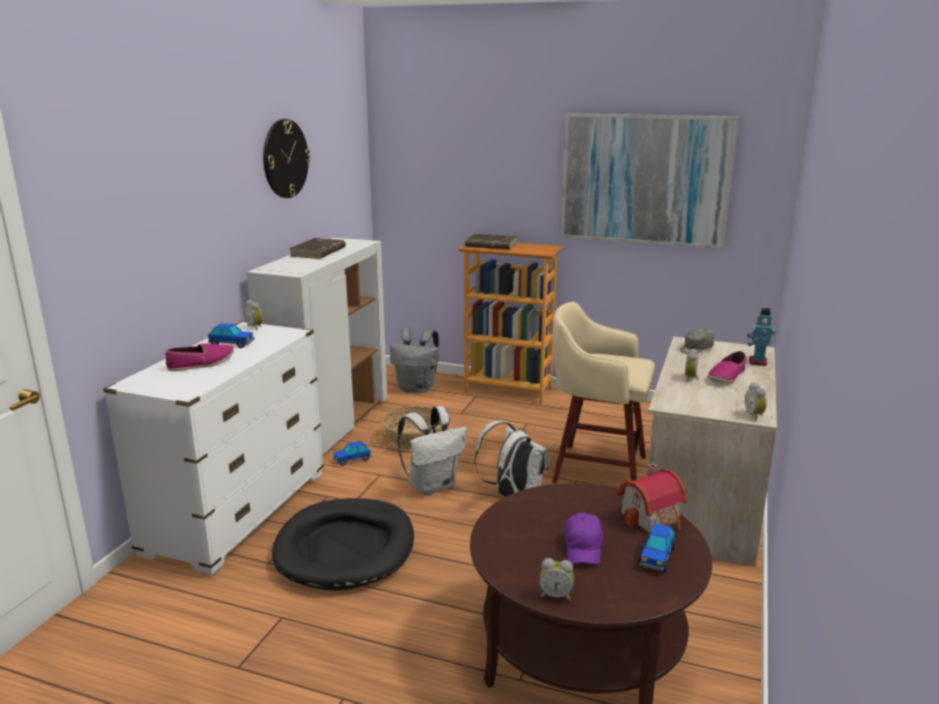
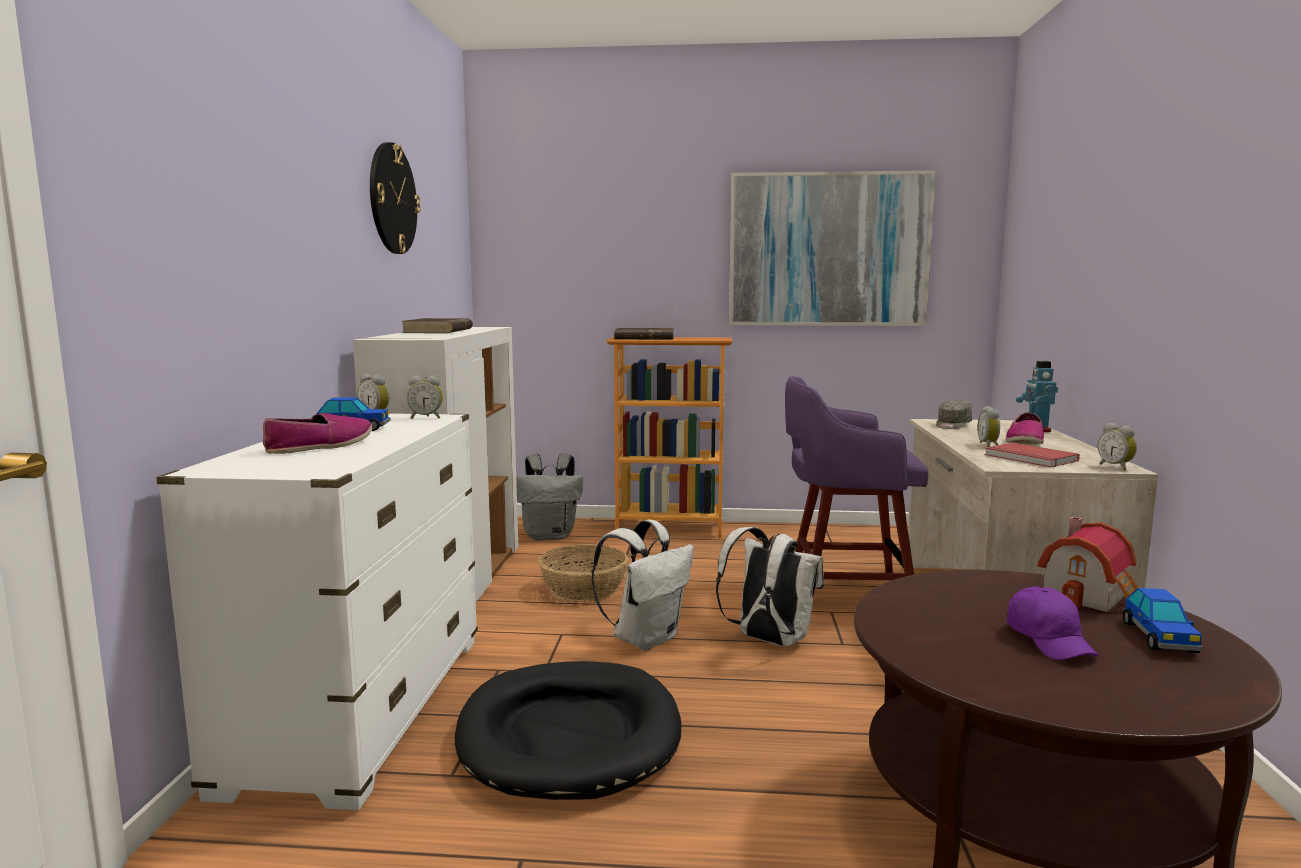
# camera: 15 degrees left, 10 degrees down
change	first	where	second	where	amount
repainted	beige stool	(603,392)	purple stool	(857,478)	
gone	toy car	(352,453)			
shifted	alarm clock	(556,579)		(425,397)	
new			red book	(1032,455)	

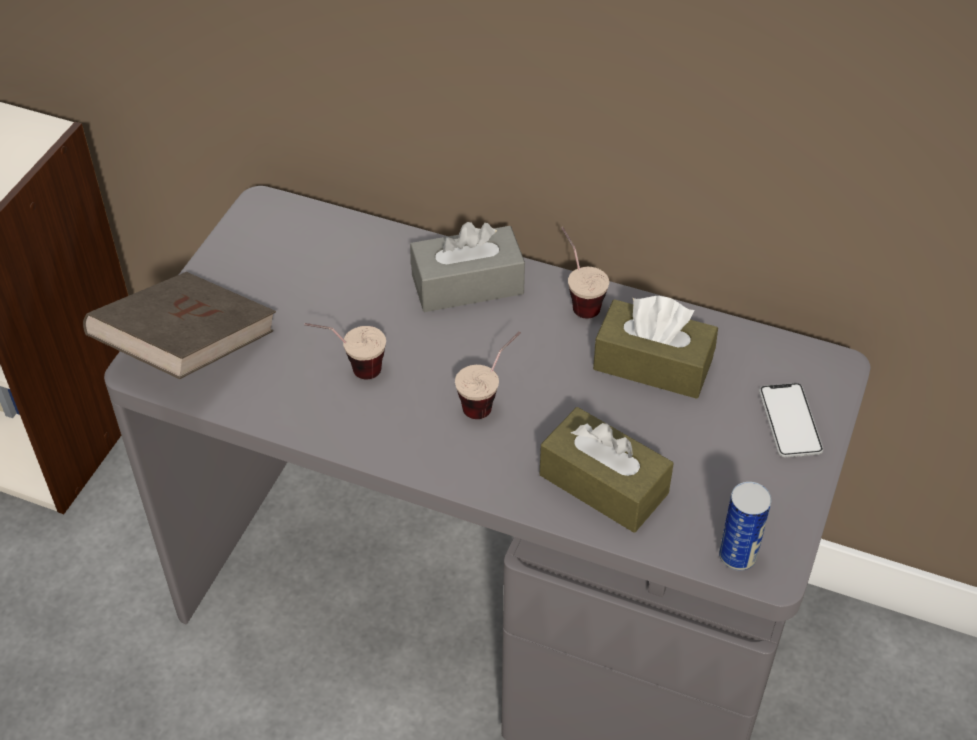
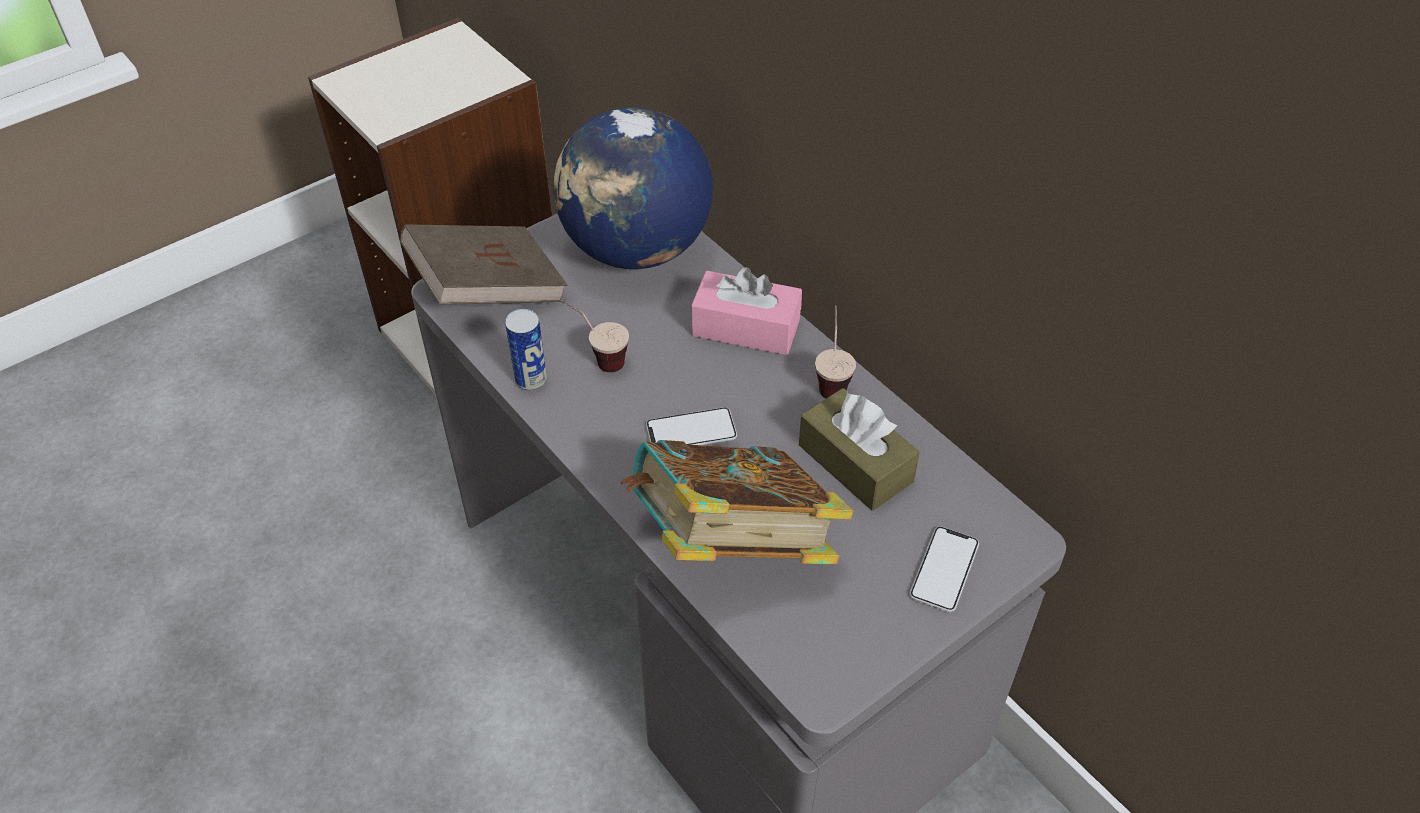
# camera: 30 degrees right, 0 degrees up
change	first	where	second	where	amount
repainted	grey tissue box	(467,267)	pink tissue box	(746,311)	
swapped	cup	(488,375)	phone	(691,426)	
swapped	brown tissue box	(607,470)	book	(736,502)	
shifted	can	(745,526)		(526,350)	
new			globe	(633,188)	

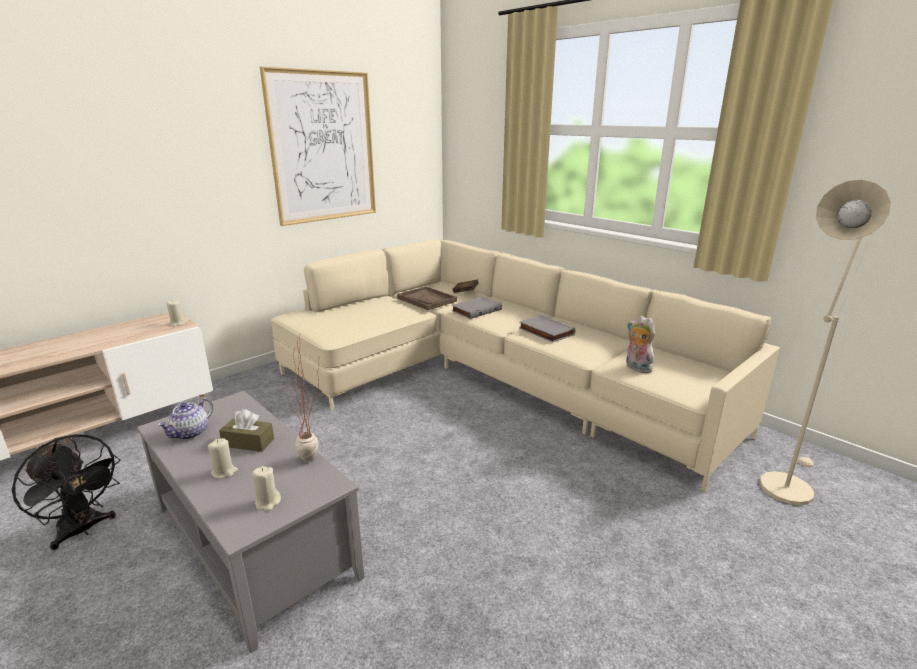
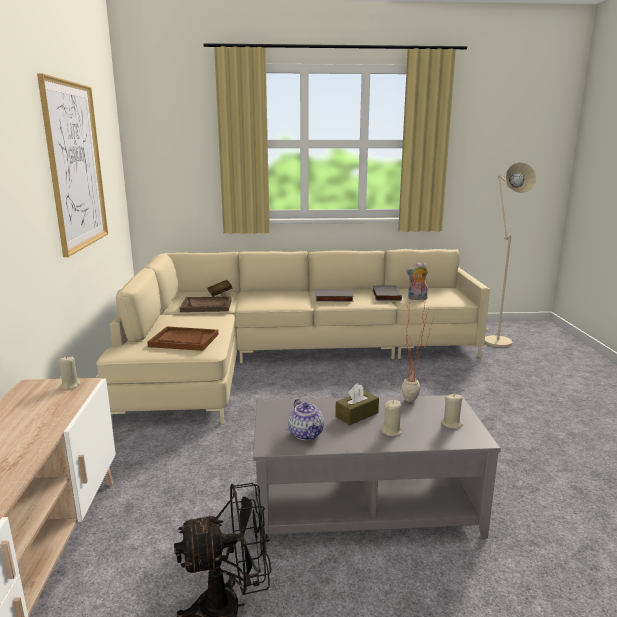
# camera: 50 degrees left, 5 degrees down
change	first	where	second	where	amount
shifted	grey book	(477,308)		(387,293)	
new			brown tray	(183,338)	

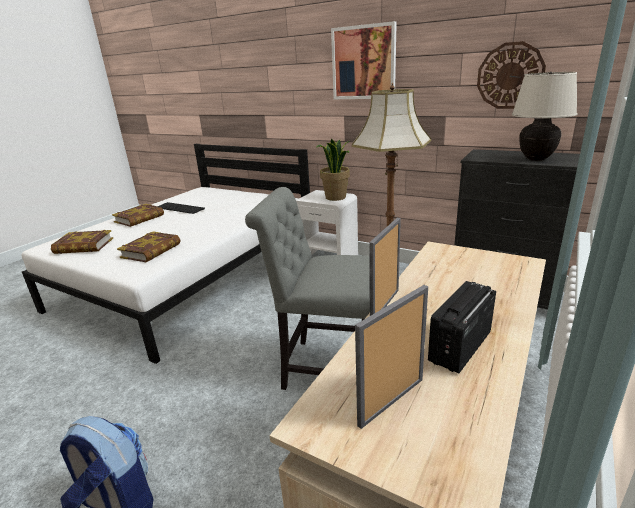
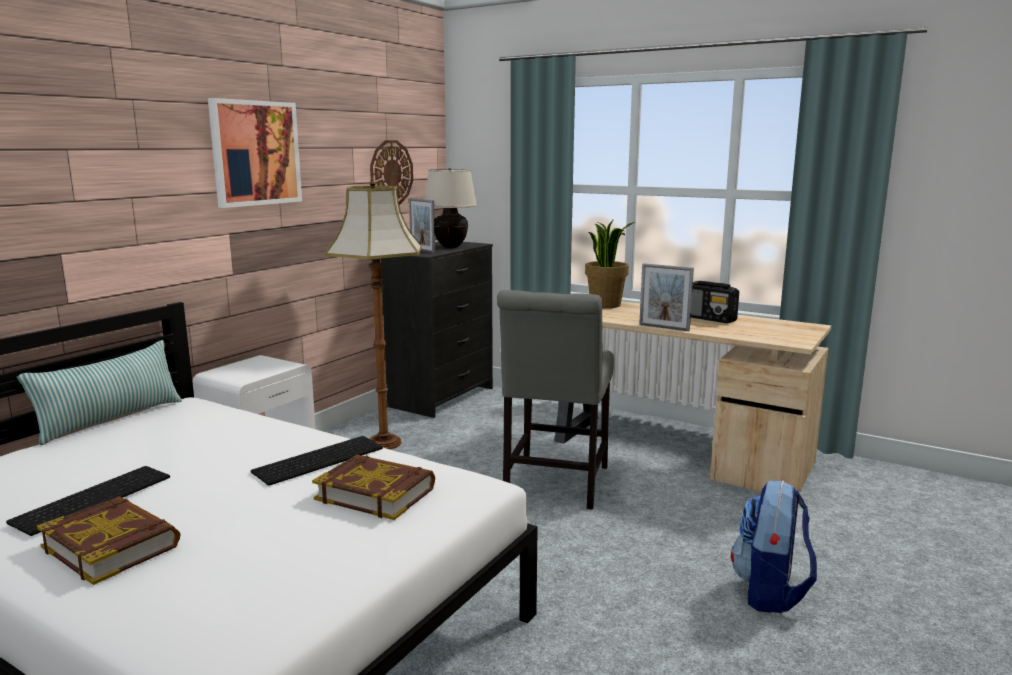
# camera: 90 degrees left, 10 degrees down
change	first	where	second	where	amount
shifted	potted plant	(333,170)		(610,263)	
gone	book	(82,242)			
shifted	picture frame	(391,357)		(422,225)	
new			pillow	(99,392)	
new			keyboard	(317,461)	

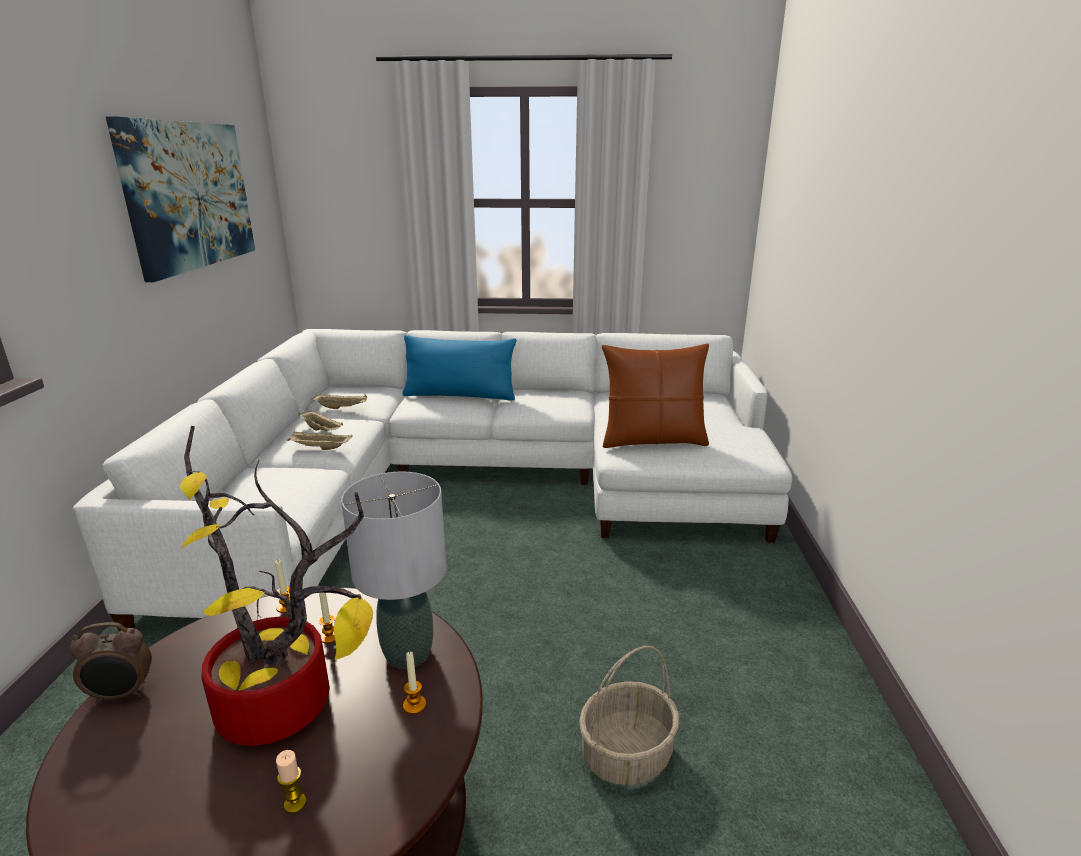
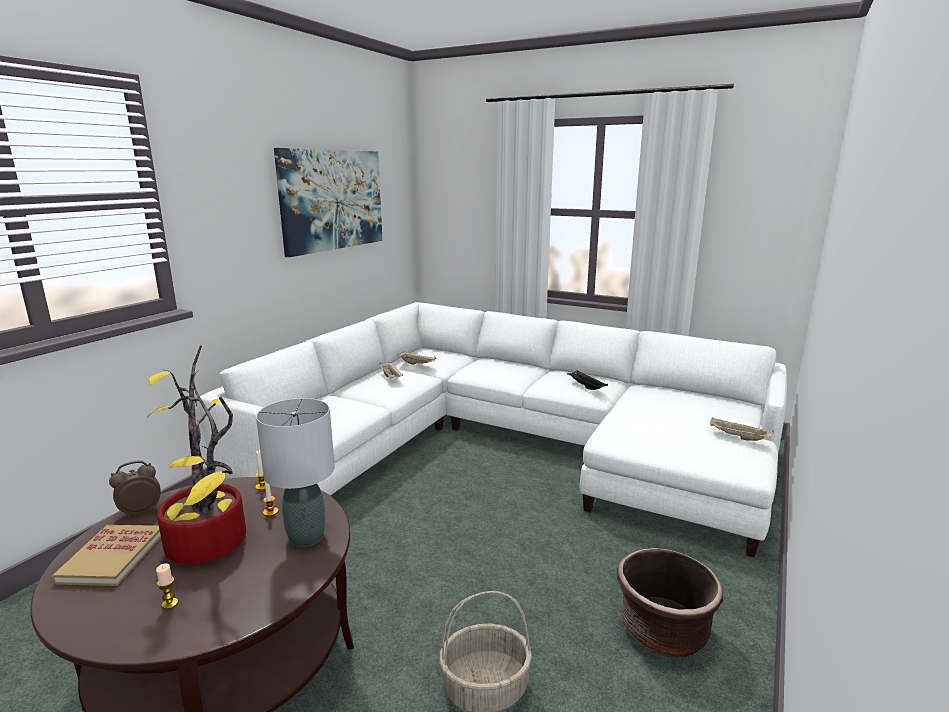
# camera: 25 degrees right, 5 degrees down
change	first	where	second	where	amount
gone	blue pillow	(459,368)			
gone	brown pillow	(655,396)			
shifted	beige tray	(319,441)		(742,429)	
rotated	alarm clock	(111,662)		(135,489)	135 degrees clockwise
gone	candle	(414,683)			
new			black tray	(587,380)	
new			book	(106,555)	
new			brown planter	(670,602)	

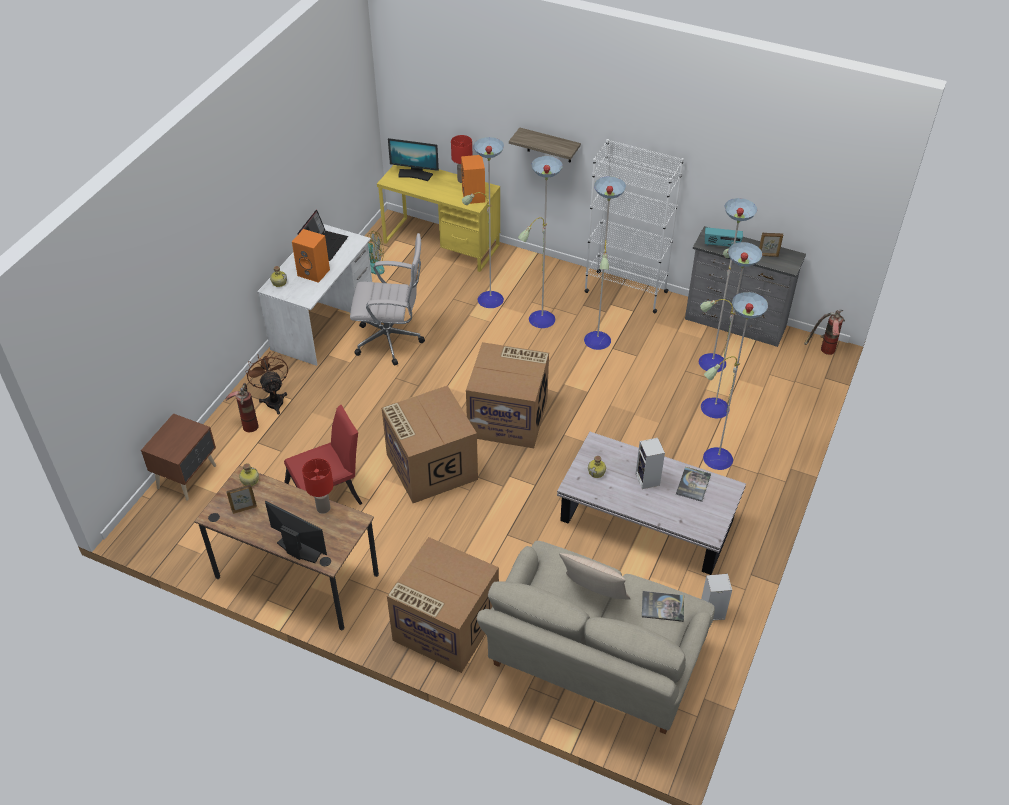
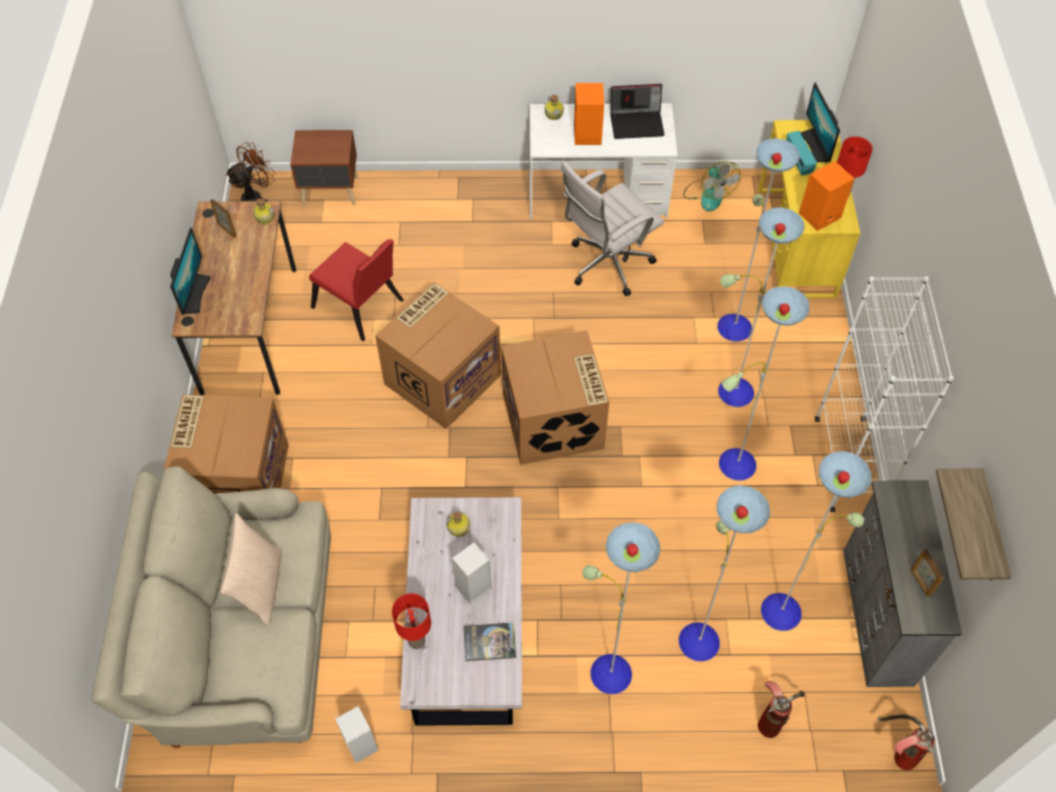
# camera: 65 degrees right, 10 degrees up
change	first	where	second	where	amount
shifted	shelf	(545,145)		(973,524)	
shifted	radio	(724,237)		(801,153)	
rotated	white office chair	(387,299)		(612,228)	75 degrees clockwise
shifted	brown fan	(266,383)		(250,171)	
shifted	fire extinguisher	(242,407)		(781,709)	
shifted	red table lamp	(318,486)		(411,621)	
gone	book	(663,606)			

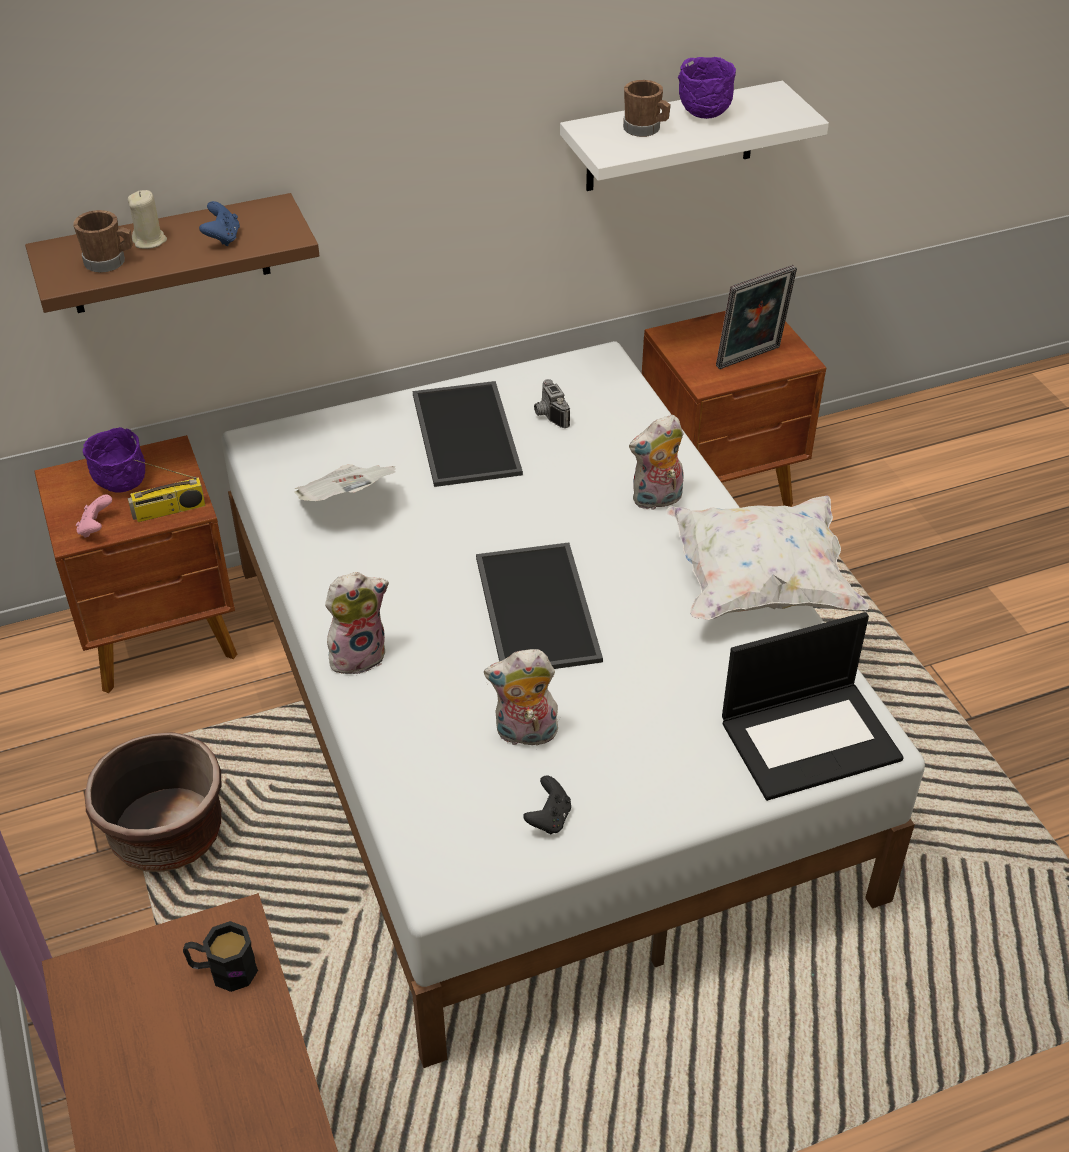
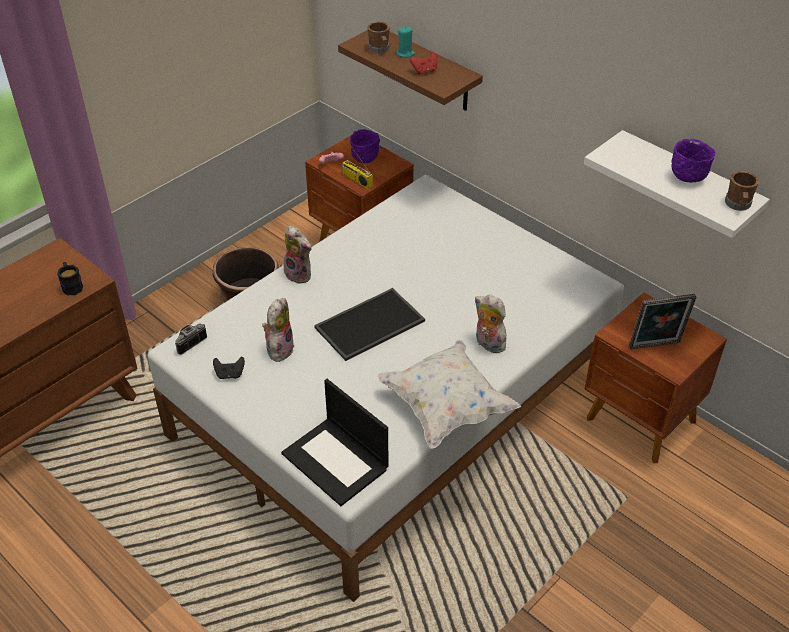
# camera: 65 degrees right, 0 degrees up
change	first	where	second	where	amount
shifted	brown mug	(647,108)		(742,191)	
repainted	beige candle	(147,219)	turquoise candle	(405,42)	
repainted	blue game controller	(219,223)	red game controller	(423,63)	
rotated	picture frame	(756,317)		(662,321)	45 degrees counterclockwise
shifted	photo camera	(552,403)		(191,339)	
gone	tray	(468,434)			
gone	newspaper	(345,482)			
rotated	plush toy	(521,699)		(278,330)	45 degrees clockwise

